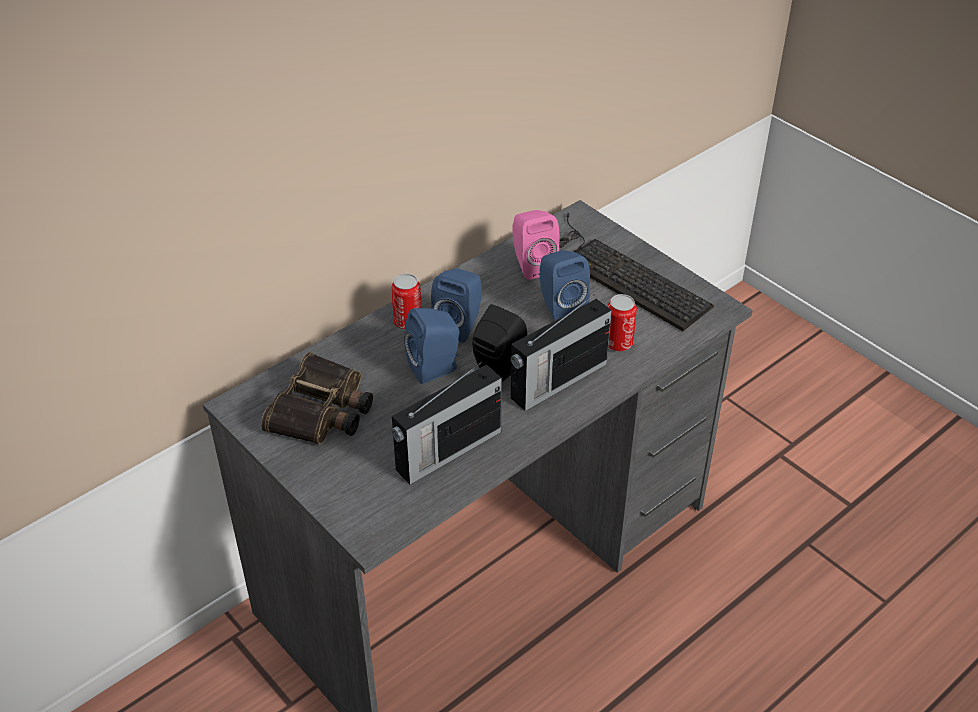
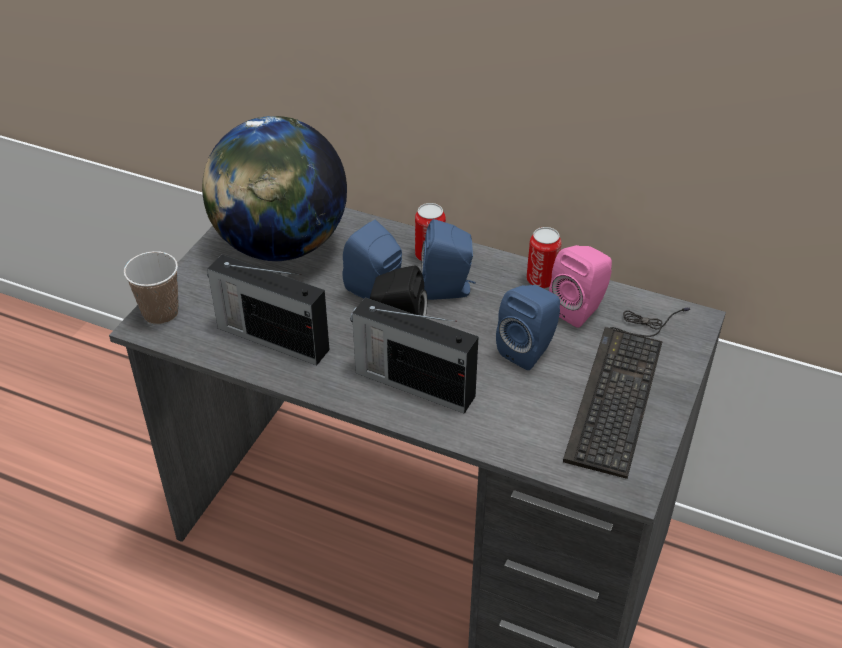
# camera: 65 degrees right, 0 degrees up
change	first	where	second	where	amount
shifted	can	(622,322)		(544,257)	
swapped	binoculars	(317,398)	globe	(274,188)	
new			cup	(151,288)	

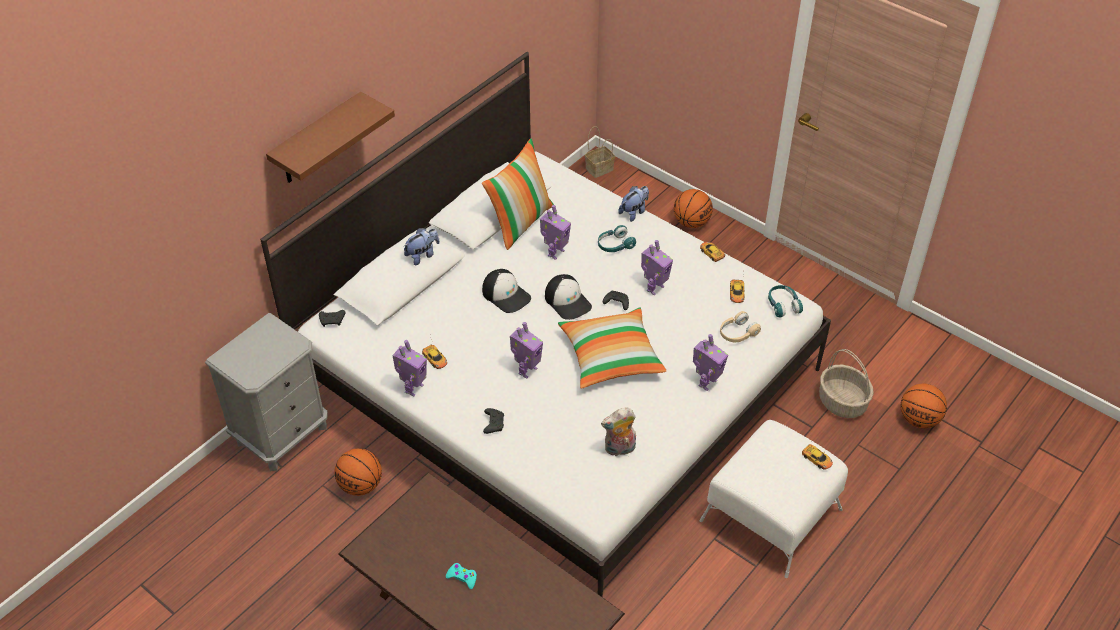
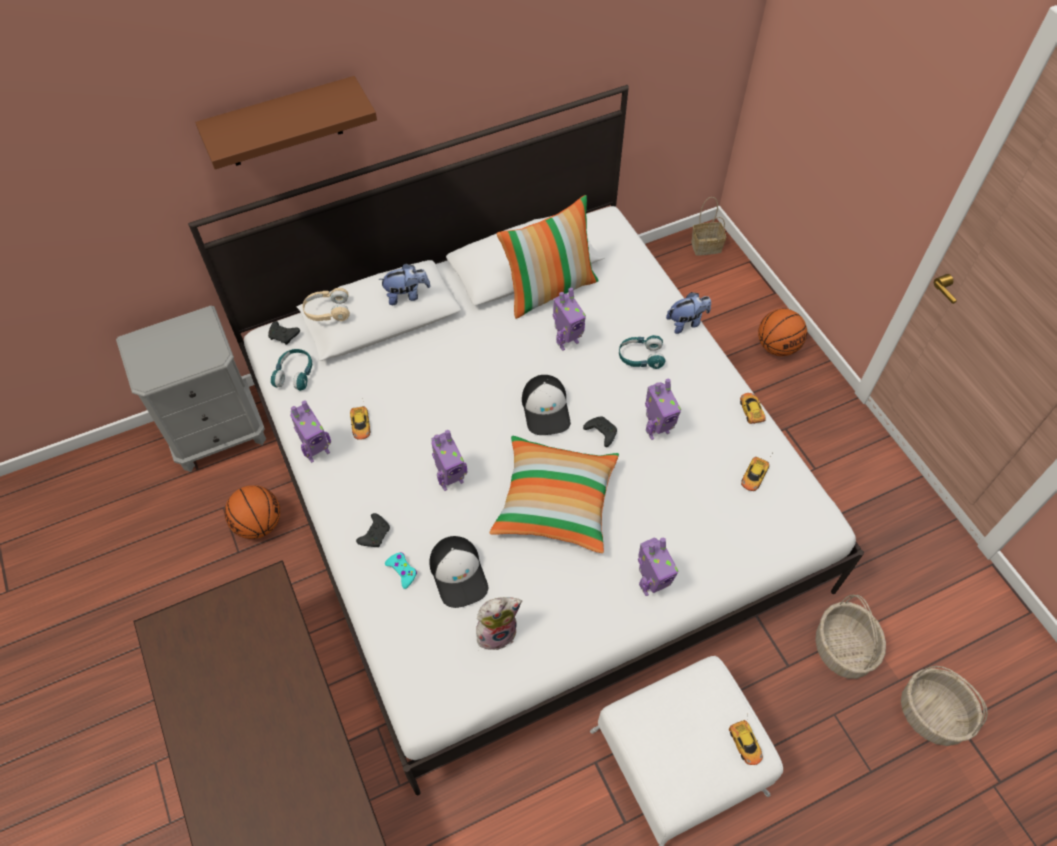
# camera: 25 degrees right, 10 degrees up
change	first	where	second	where	amount
shifted	cap	(506,291)		(459,572)	
shifted	turquoise headphones	(785,301)		(291,370)	
shifted	beige headphones	(740,326)		(326,304)	
swapped	basketball	(924,405)	basket	(944,706)	
rotated	plush toy	(618,431)		(499,623)	150 degrees clockwise
shifted	turquoise game controller	(461,576)		(401,570)	

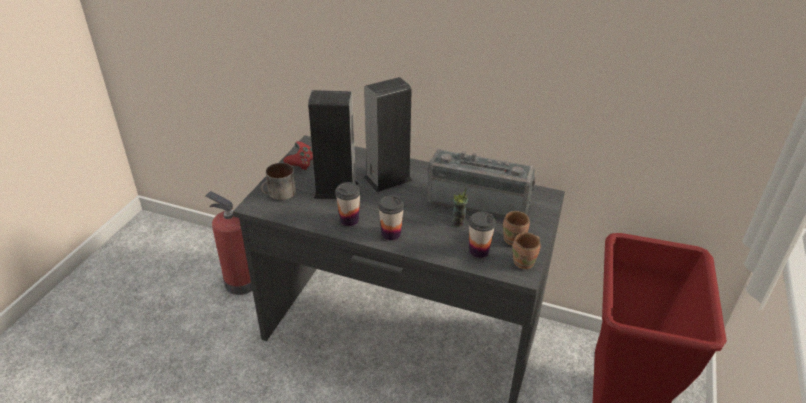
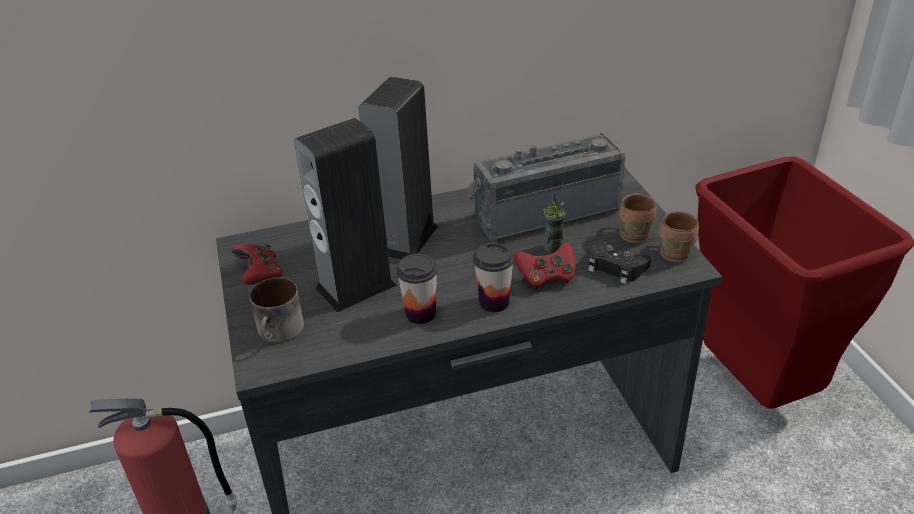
# camera: 35 degrees left, 0 degrees up
change	first	where	second	where	amount
swapped	cup	(482,235)	black game controller	(619,261)	
new			red game controller	(544,266)	

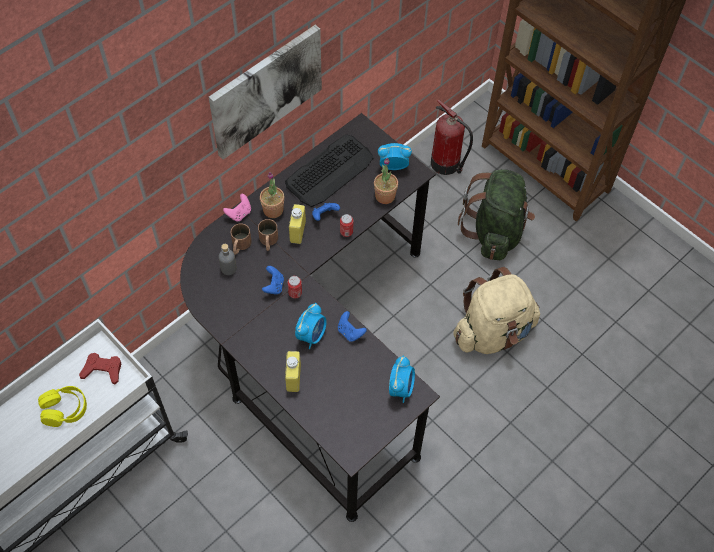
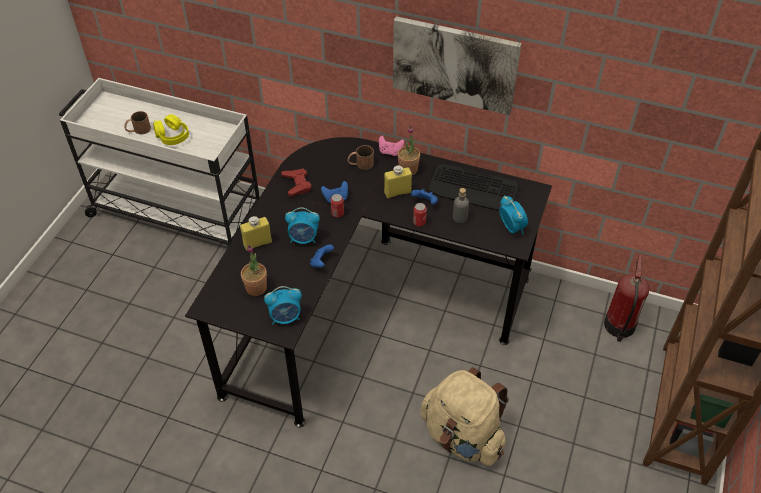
# camera: 65 degrees right, 10 degrees down
change	first	where	second	where	amount
shifted	potted plant	(386,181)		(254,270)	
gone	green backpack	(496,214)			
shifted	brown mug	(268,235)		(137,122)	
shifted	grey bottle	(228,259)		(461,205)	
shifted	red game controller	(100,369)		(296,182)	

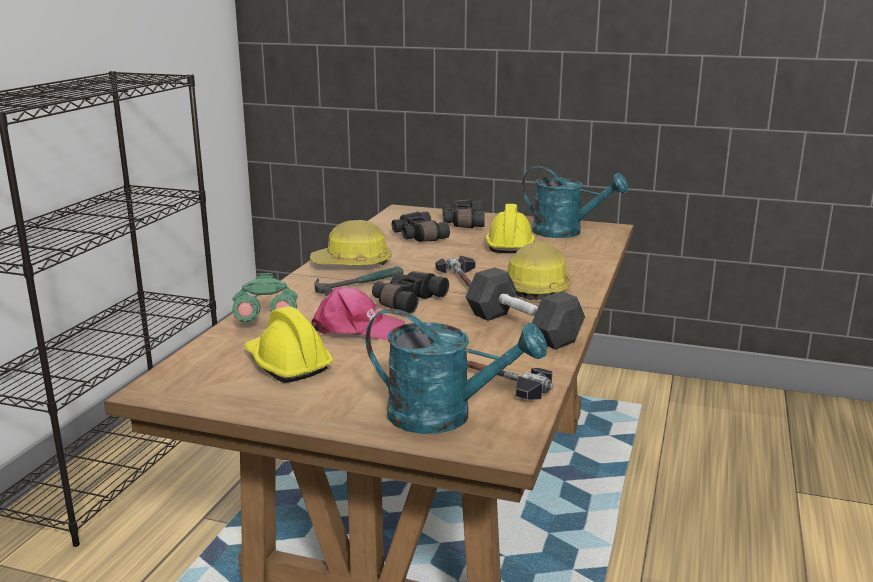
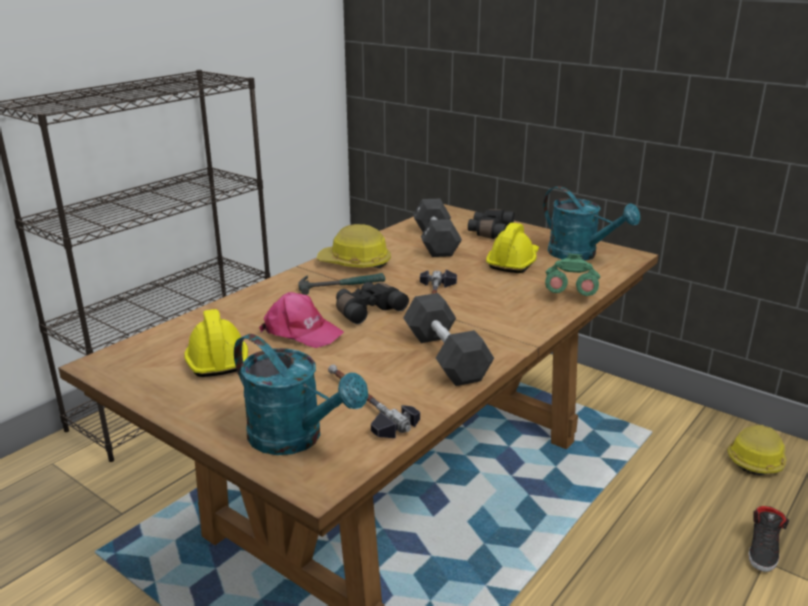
# camera: 20 degrees right, 5 degrees up
change	first	where	second	where	amount
swapped	black binoculars	(420,226)	black dumbbell	(437,228)	
shifted	hard hat	(539,270)		(757,450)	
shifted	green binoculars	(265,297)		(572,274)	
new			black shoe	(769,539)	

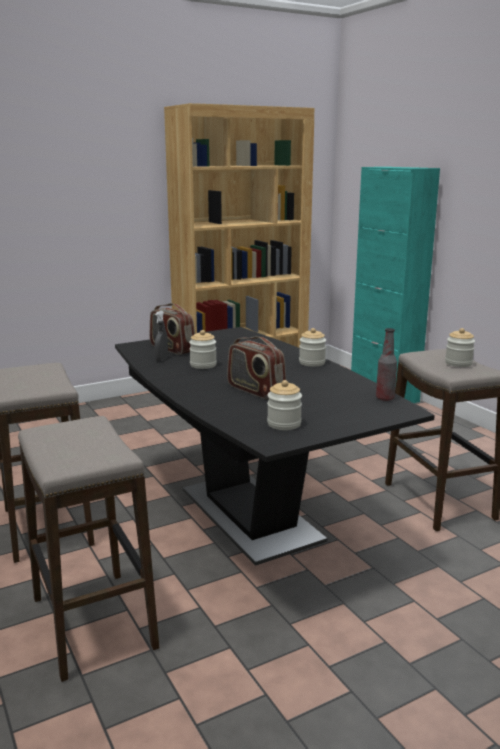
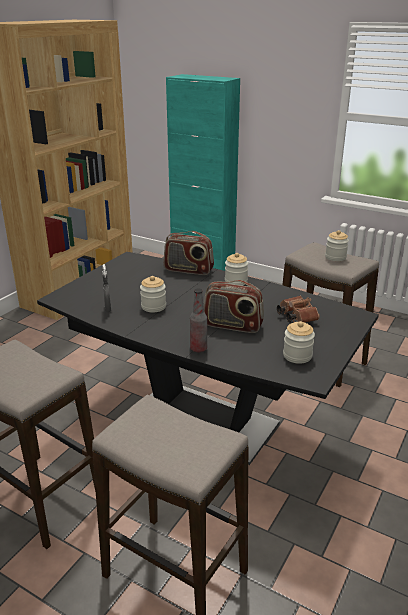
# camera: 30 degrees left, 10 degrees up
change	first	where	second	where	amount
shifted	radio	(172,329)		(189,253)	
shifted	bottle	(386,364)		(198,320)	
new			brown binoculars	(298,309)	

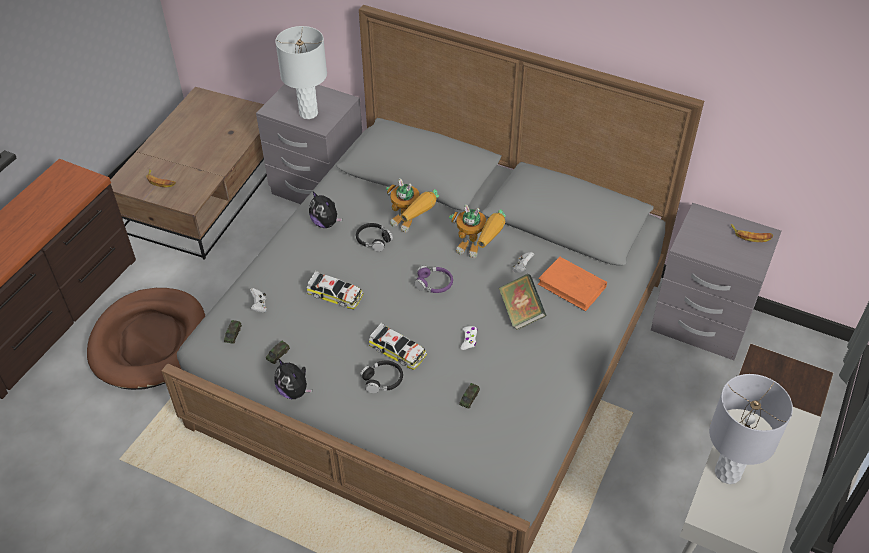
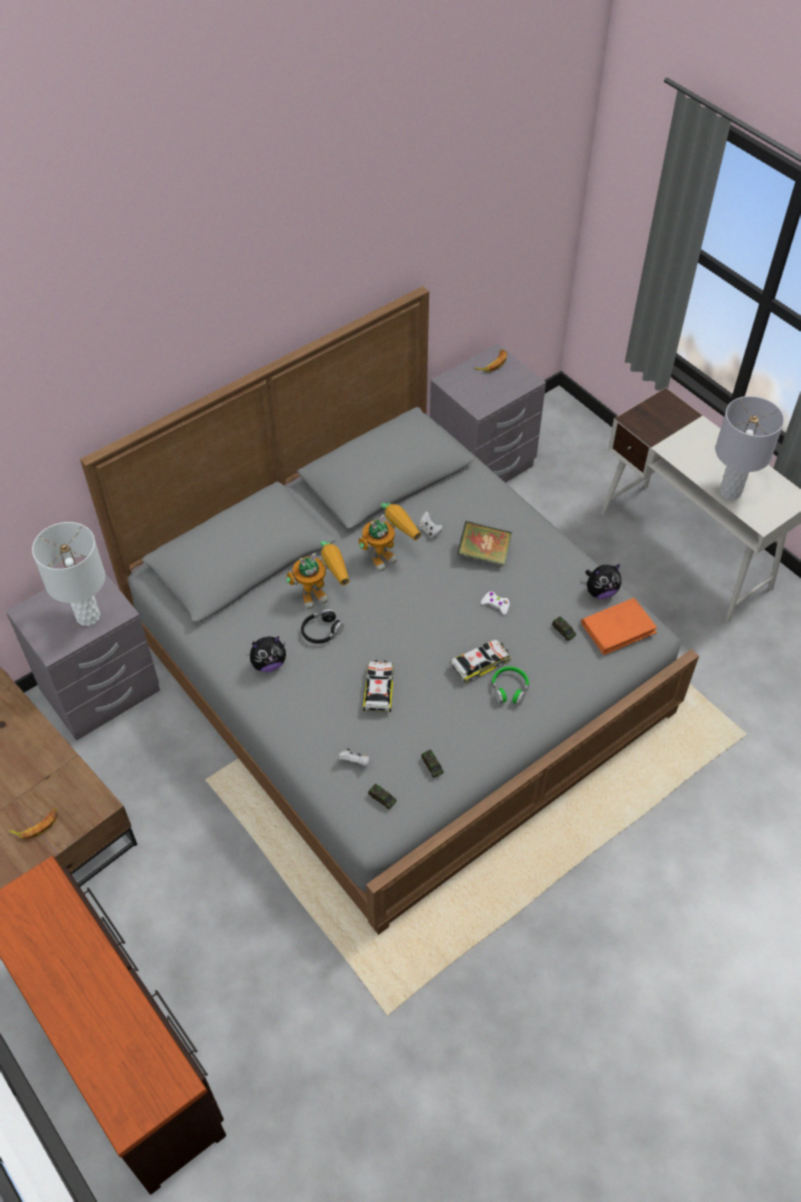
# camera: 65 degrees left, 5 degrees up
change	first	where	second	where	amount
shifted	orange book	(572,284)		(619,626)	
gone	purple headphones	(433,279)			
rotated	toy car	(334,290)		(378,686)	45 degrees counterclockwise
gone	brown dog bed	(146,339)			
shifted	plush toy	(293,379)		(603,581)	
repainted	black headphones	(381,376)	green headphones	(510,685)	

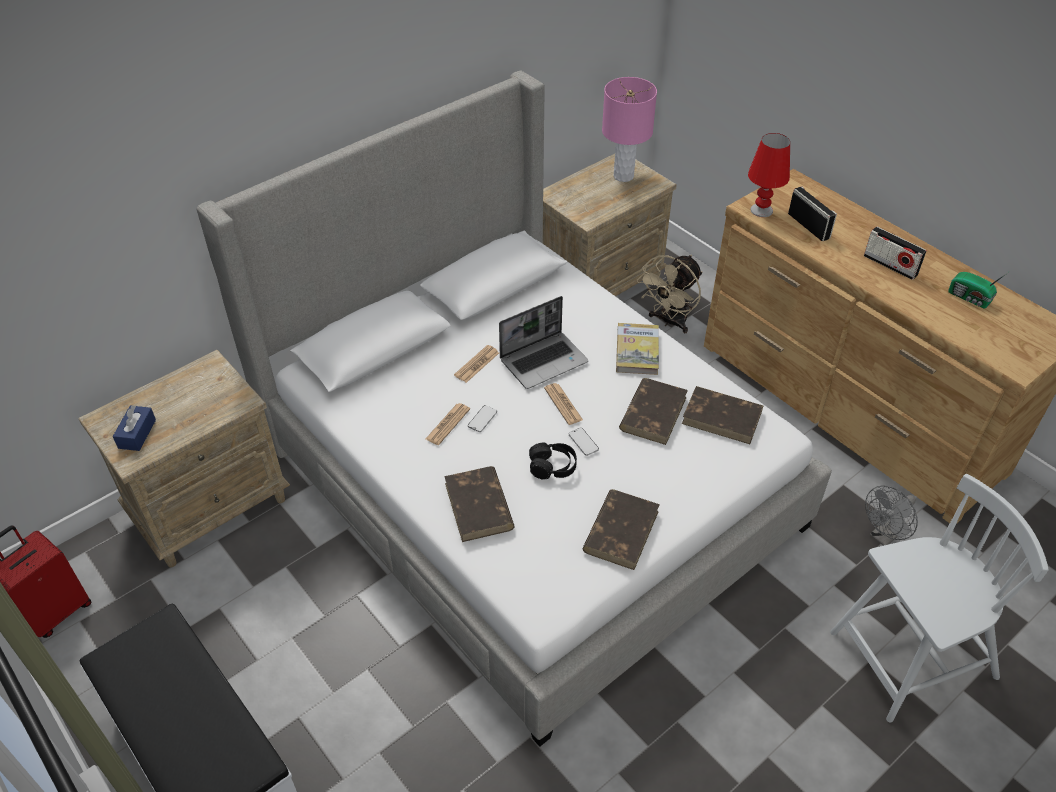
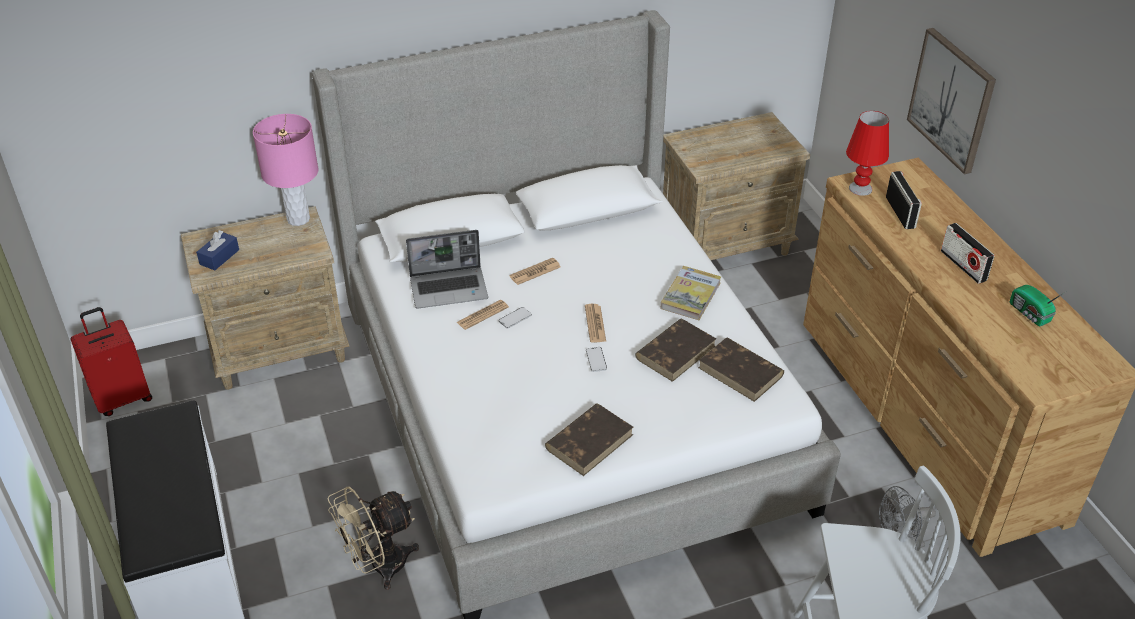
# camera: 20 degrees right, 5 degrees down
change	first	where	second	where	amount
shifted	pink table lamp	(629,129)		(285,170)	
shifted	beige fan	(669,294)		(373,538)	
shifted	laptop	(543,342)		(447,269)	
gone	black headphones	(553,461)			
gone	brown book	(479,504)			
new			picture	(951,101)	

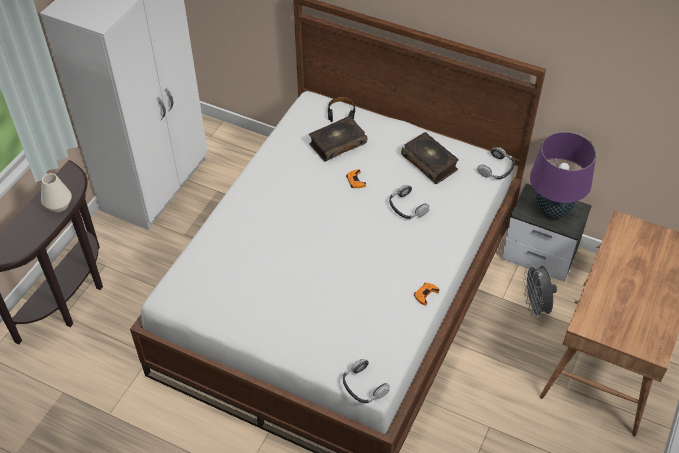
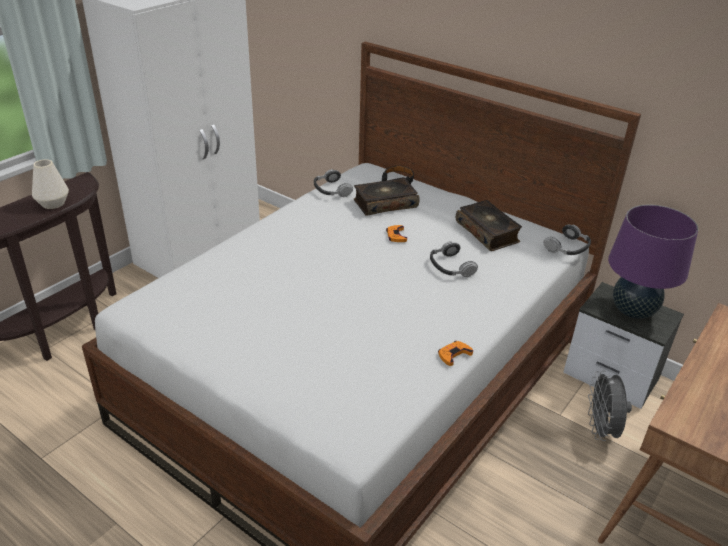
# camera: 10 degrees right, 15 degrees down
change	first	where	second	where	amount
shifted	headphones	(366,381)		(333,183)	

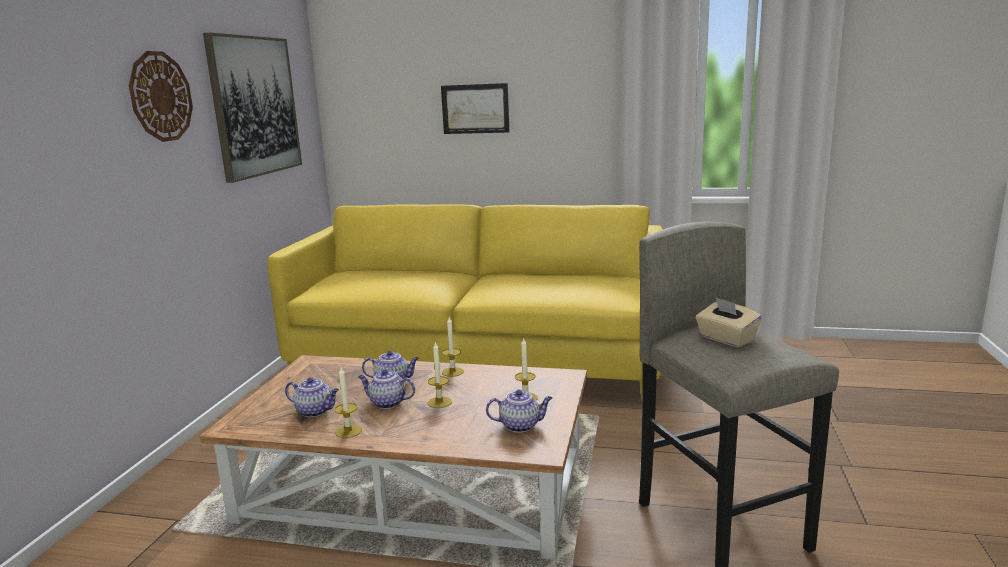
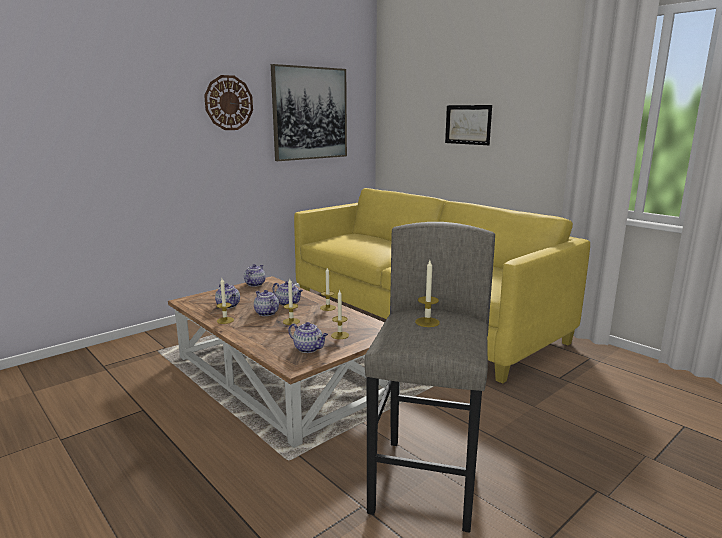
# camera: 35 degrees right, 0 degrees up
change	first	where	second	where	amount
swapped	beige tissue box	(729,322)	candle	(427,293)	
new			teapot	(255,275)	

